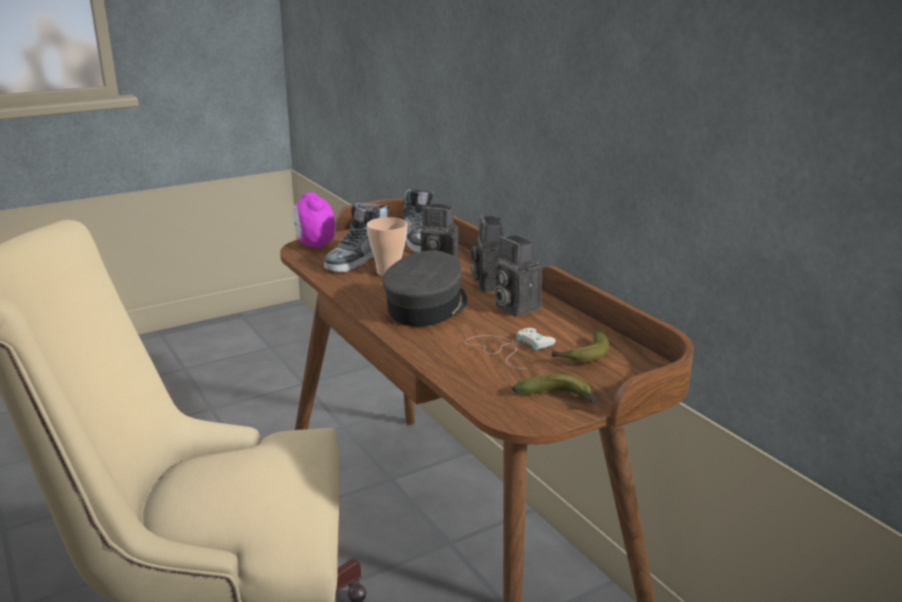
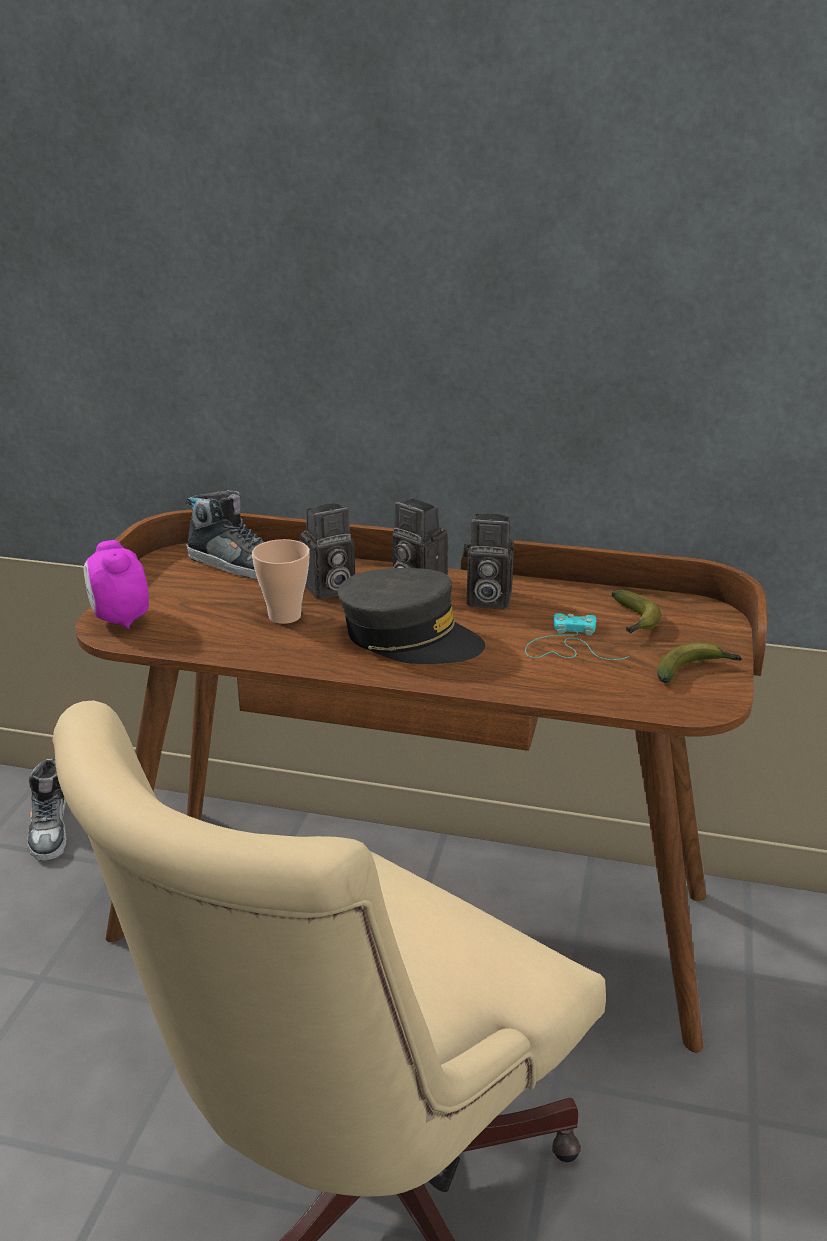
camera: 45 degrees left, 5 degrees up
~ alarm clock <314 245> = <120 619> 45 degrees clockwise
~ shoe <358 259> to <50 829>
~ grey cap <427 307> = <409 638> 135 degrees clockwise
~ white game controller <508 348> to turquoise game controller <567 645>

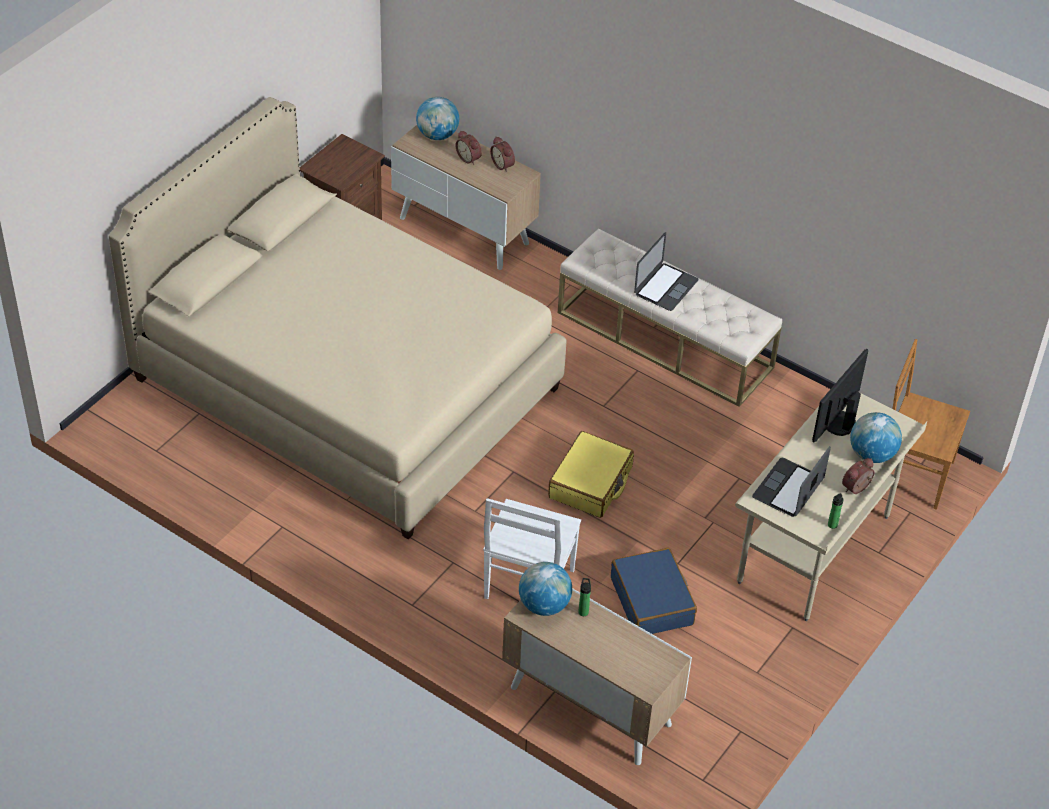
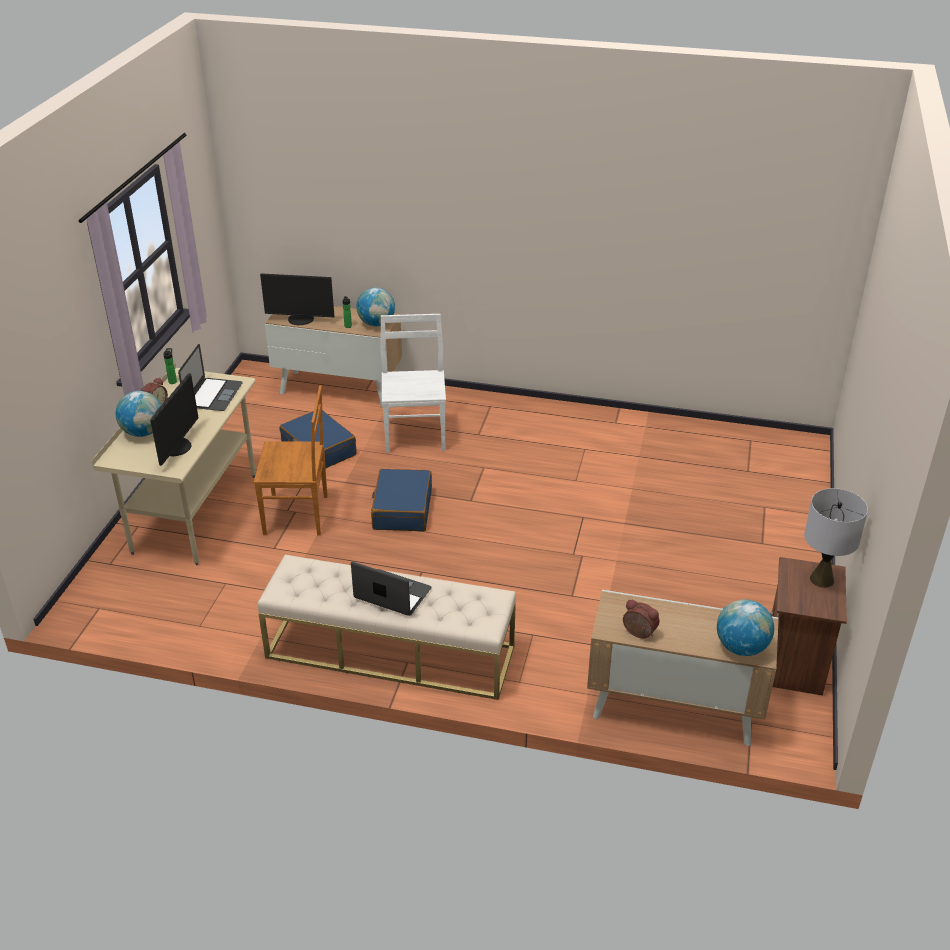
camera: 160 degrees right, 10 degrees down
- beige bed <347 384>
- alarm clock <469 158>
~ laptop <666 287> = <392 593> 105 degrees clockwise
~ brown chair <912 474> to <298 515>
~ yellow suitcase <591 483> to blue suitcase <402 509>
+ monitor <300 319>
+ grey table lamp <822 579>

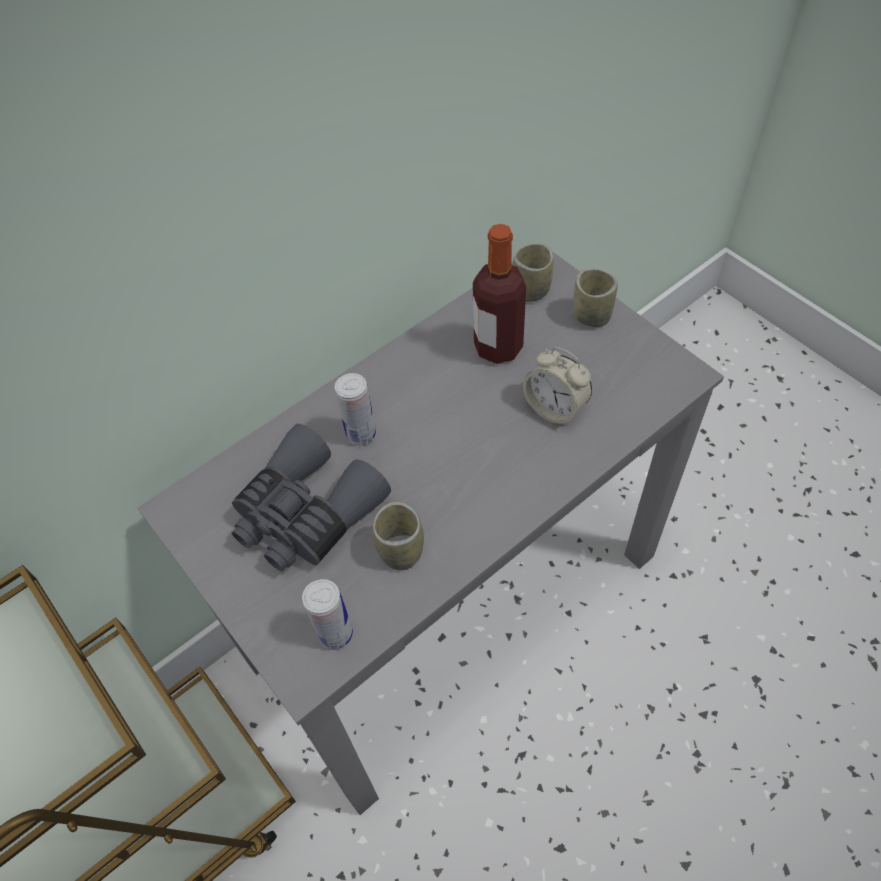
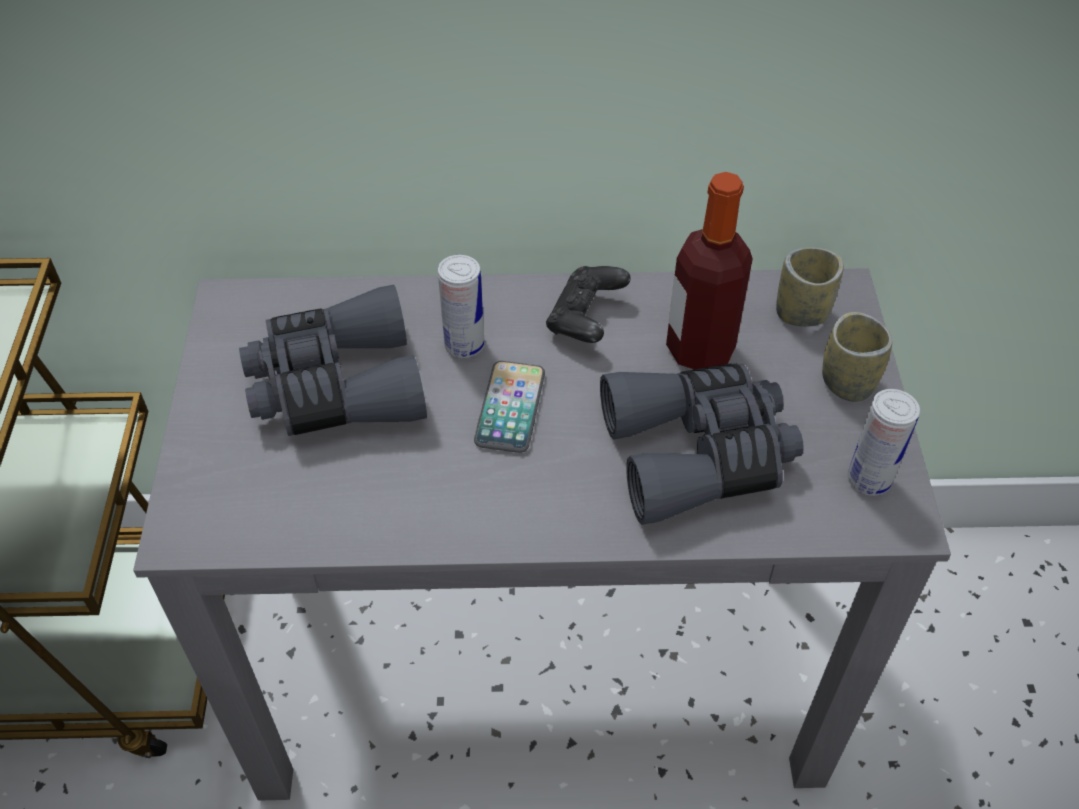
camera: 35 degrees right, 5 degrees down
~ alarm clock <555 408> to grey binoculars <698 453>
- cup <401 551>
~ can <336 634> to <869 479>
+ black game controller <586 319>
+ phone <510 408>

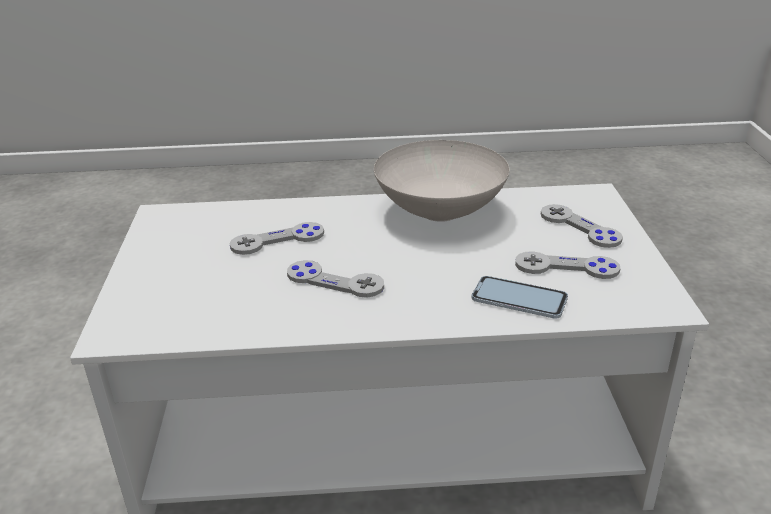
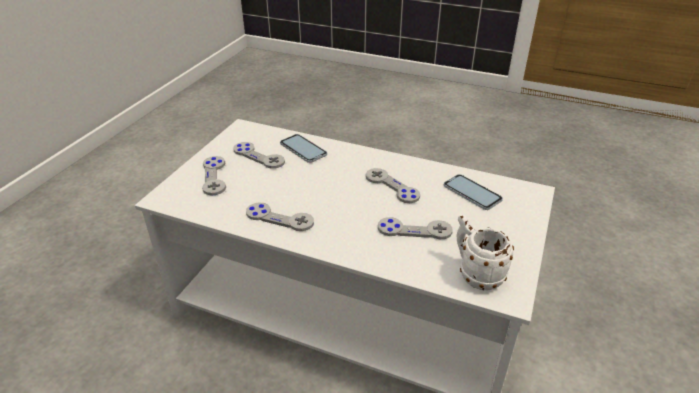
camera: 155 degrees left, 5 degrees up
~ white bowl <442 211> to grey game controller <279 218>
+ phone <472 193>
+ white mug <475 273>

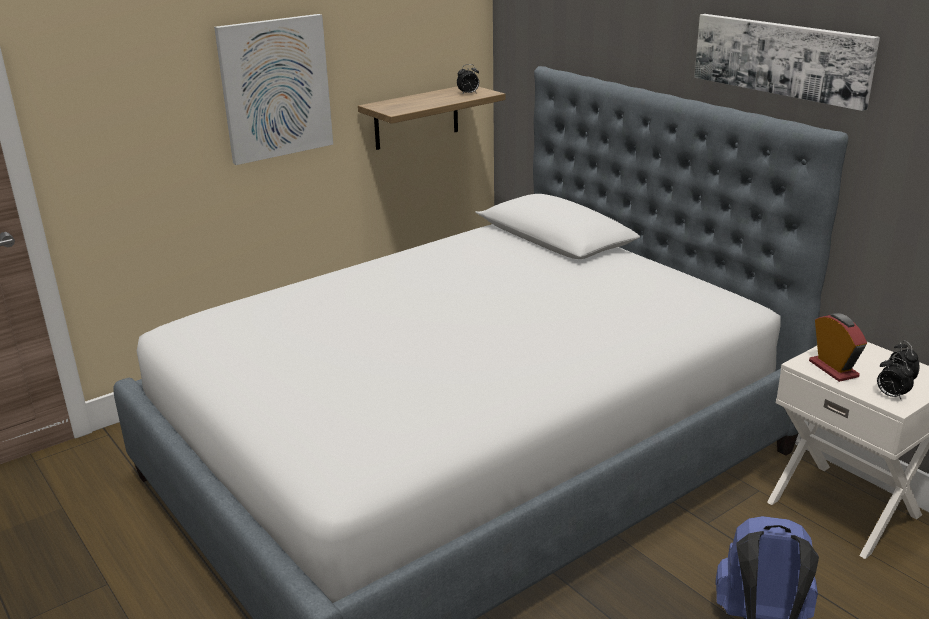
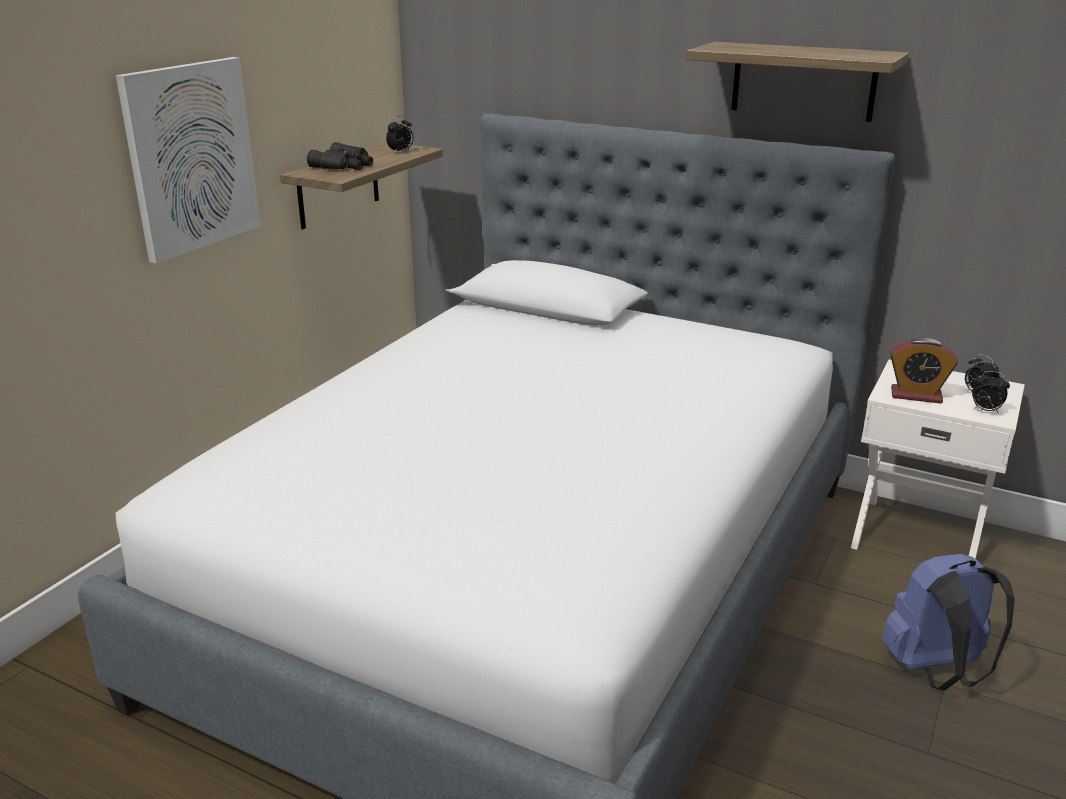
camera: 25 degrees left, 0 degrees up
~ picture <781 58> to shelf <803 81>
~ alarm clock <833 369> = <916 395> 150 degrees clockwise
+ black binoculars <345 166>

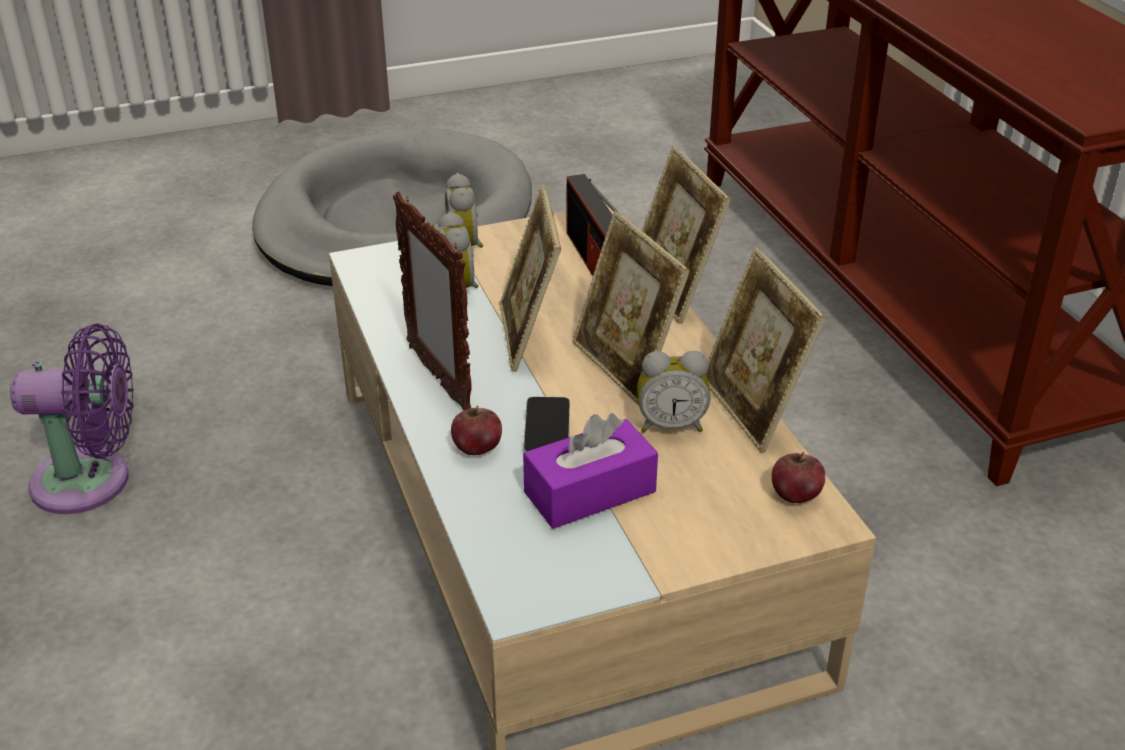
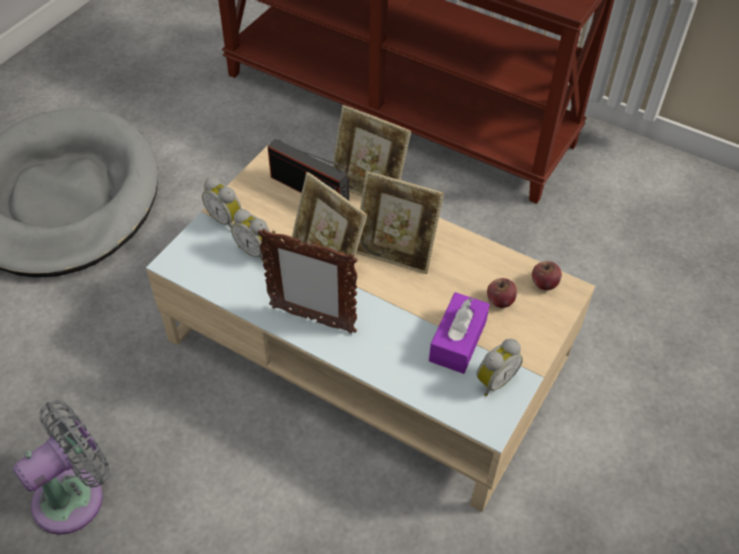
camera: 40 degrees left, 15 degrees up
- picture frame <752 410>
~ purple fan <91 482> to grey fan <75 496>
~ alarm clock <671 425> to <493 380>
- phone <547 427>
~ apple <477 448> to <500 301>

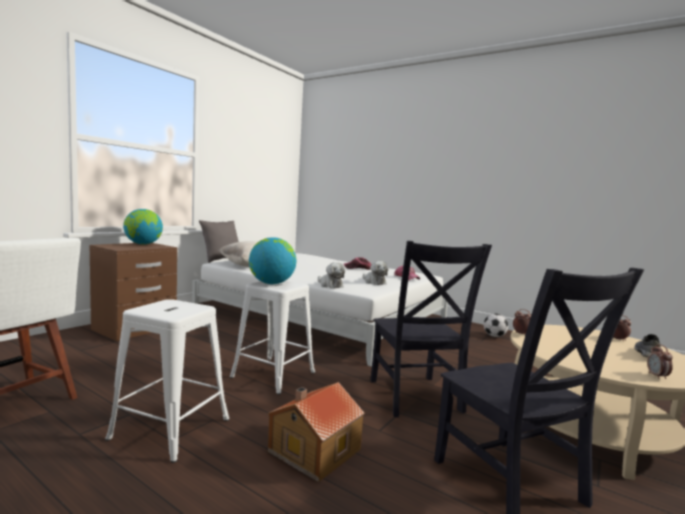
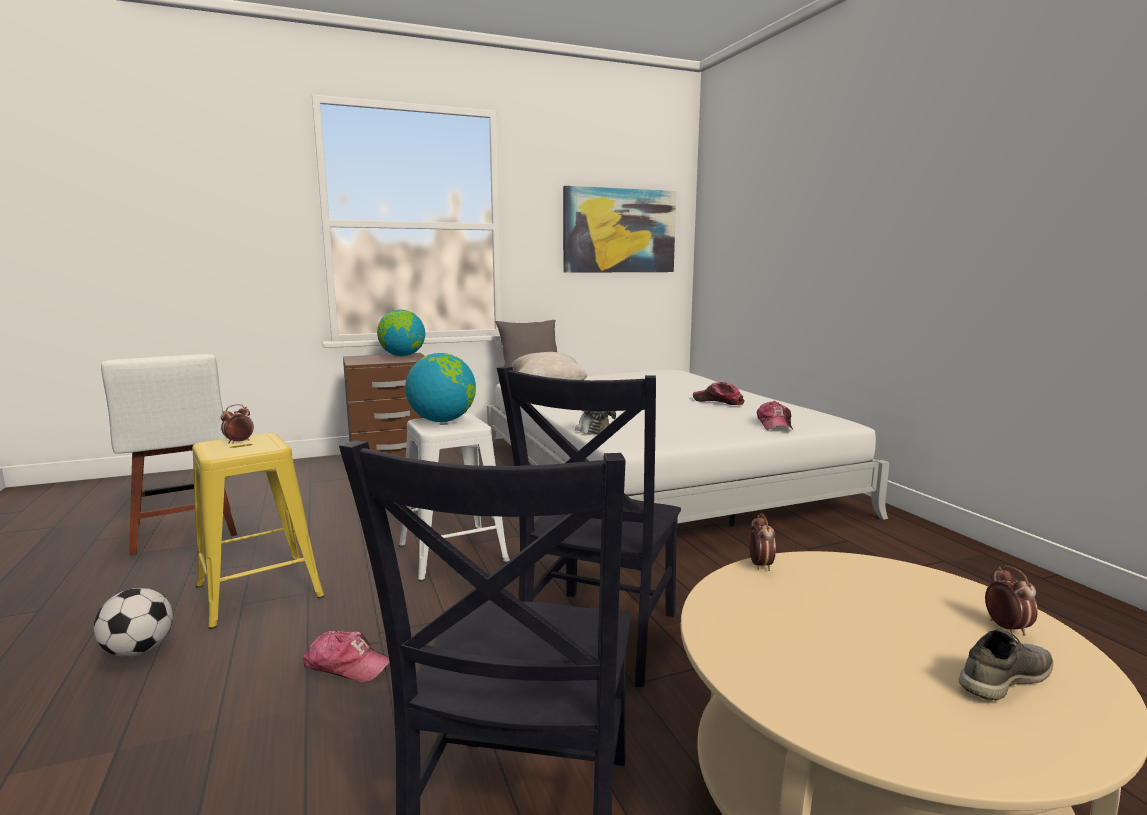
camera: 35 degrees right, 5 degrees up
- plush toy <374 282>
~ white stool <170 429> to yellow stool <258 591>
~ football <494 336> to <139 651>
~ alarm clock <657 376> to <239 442>
~ toy house <312 450> to cap <347 665>
+ picture <619 231>

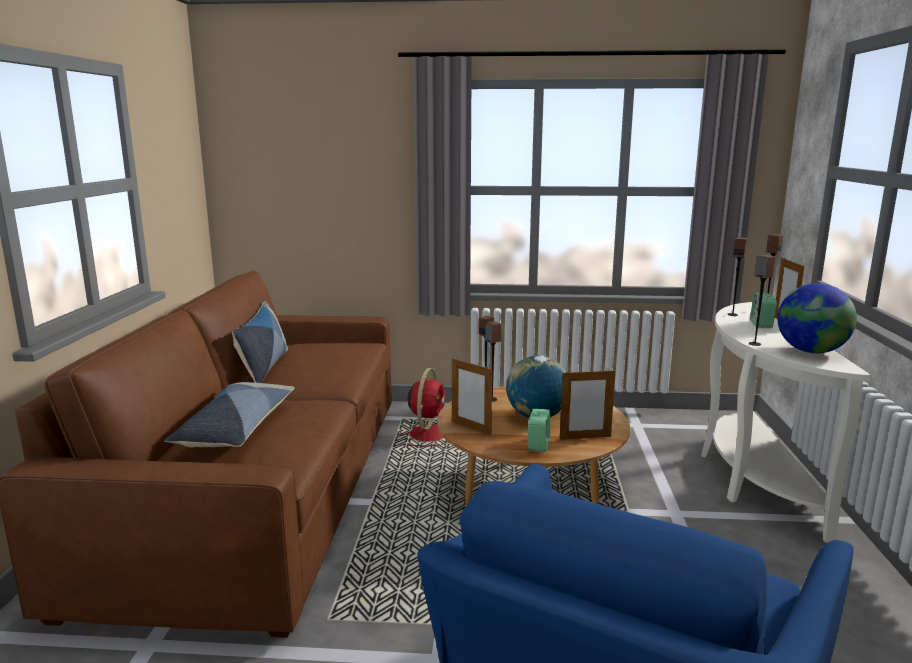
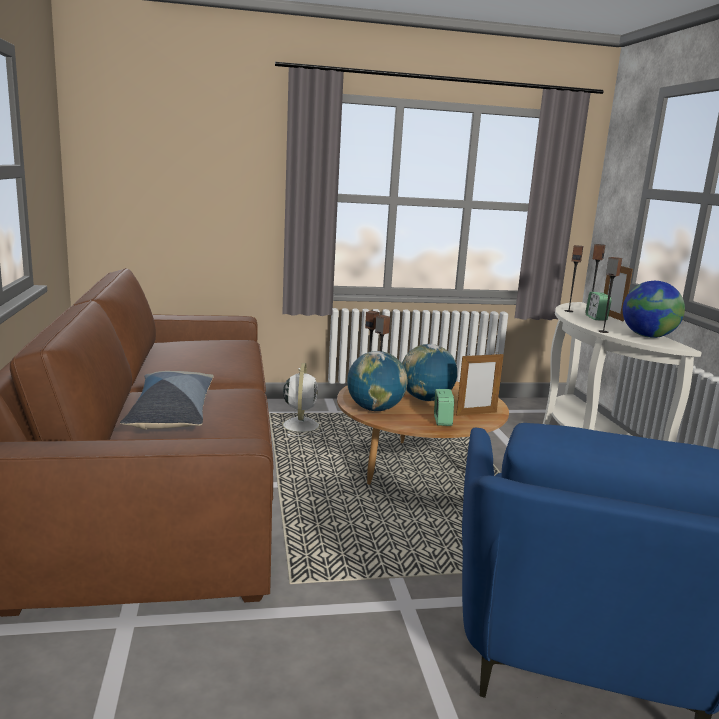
camera: 15 degrees left, 0 degrees up
- pillow <264 367>
~ picture frame <471 427> to globe <375 409>
~ red fan <428 433> to white fan <301 425>

